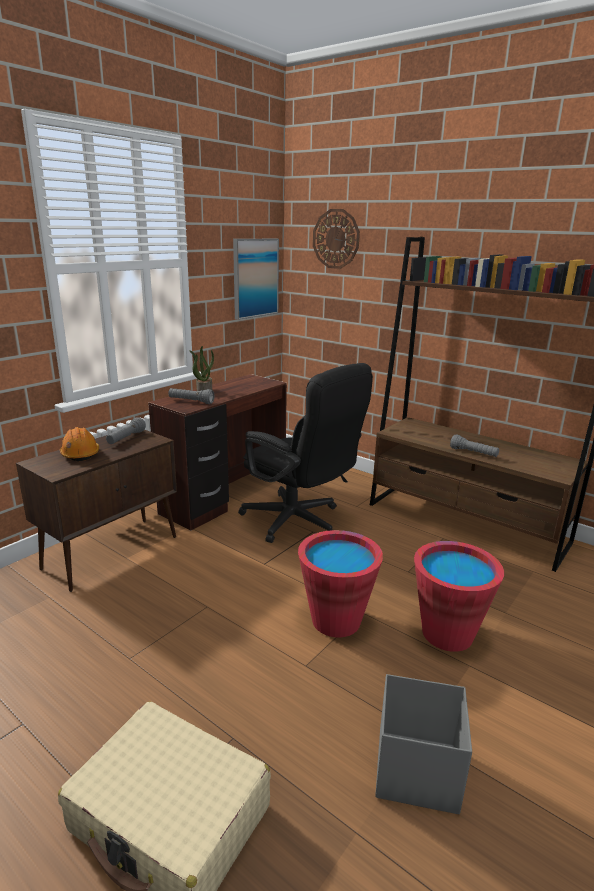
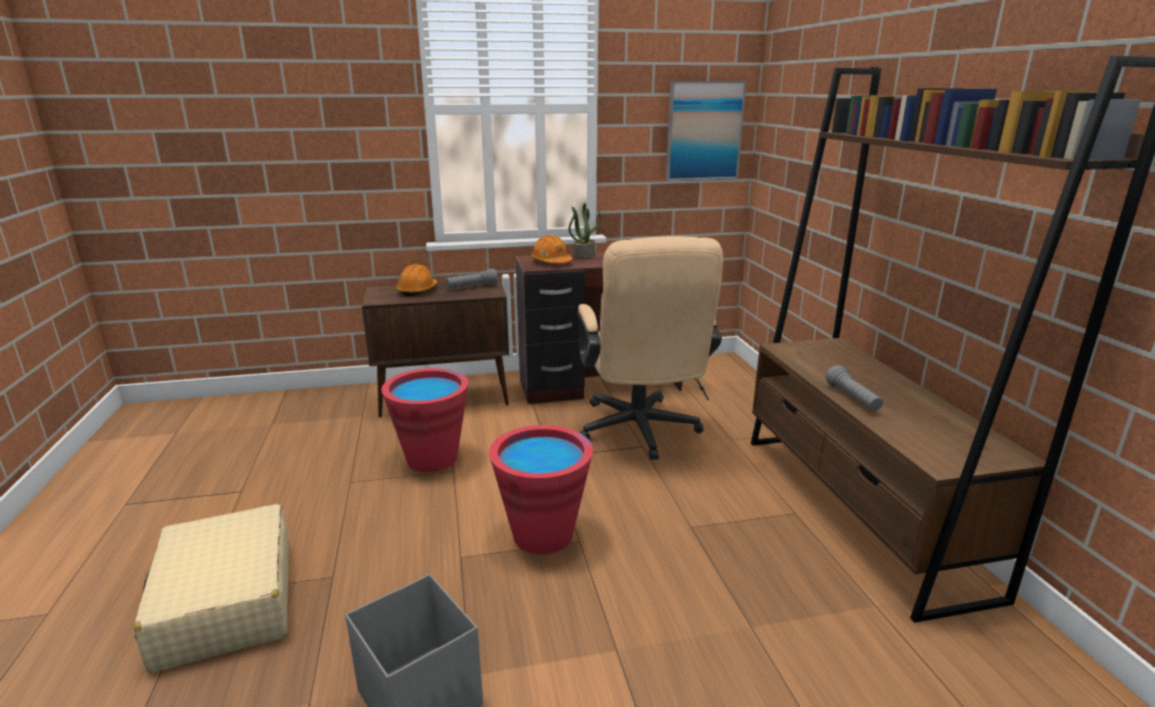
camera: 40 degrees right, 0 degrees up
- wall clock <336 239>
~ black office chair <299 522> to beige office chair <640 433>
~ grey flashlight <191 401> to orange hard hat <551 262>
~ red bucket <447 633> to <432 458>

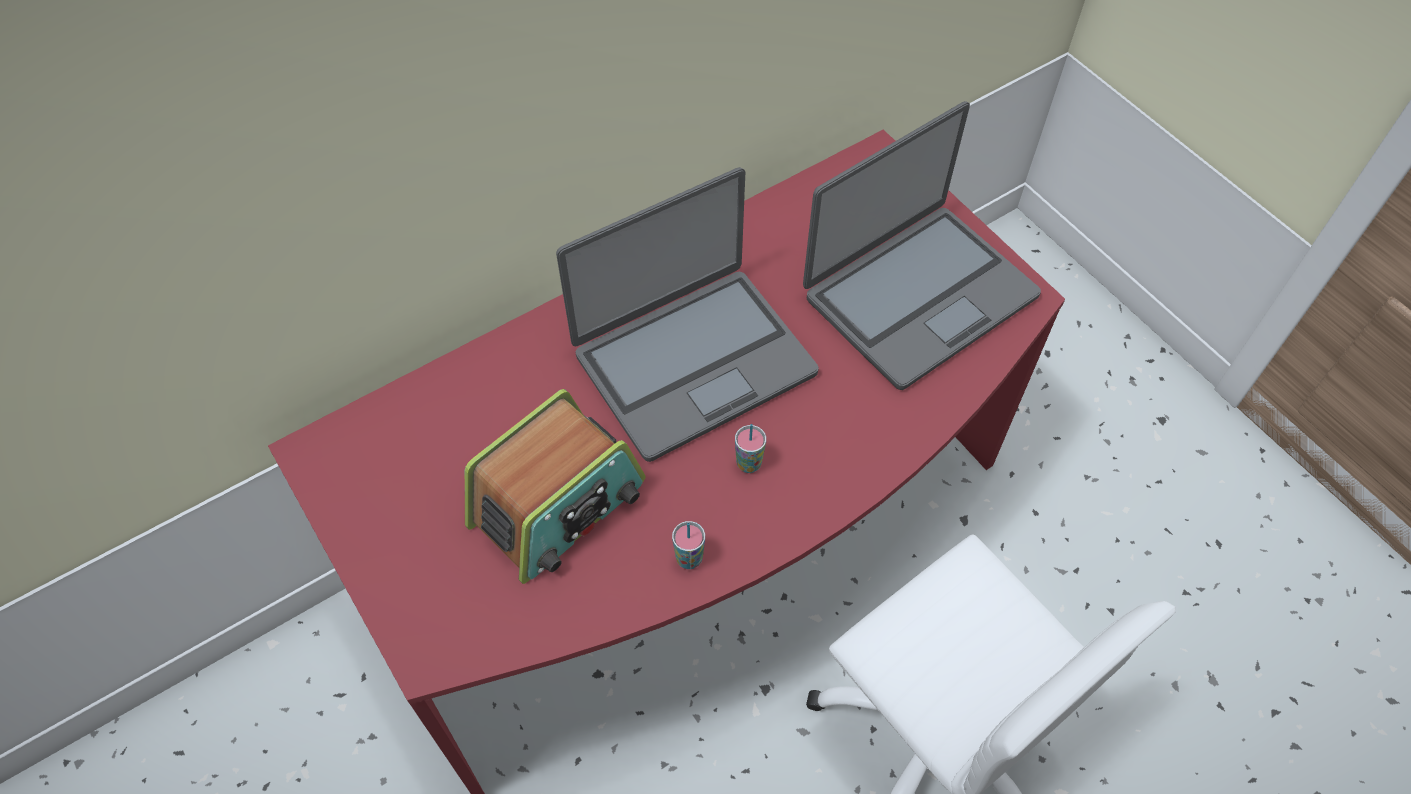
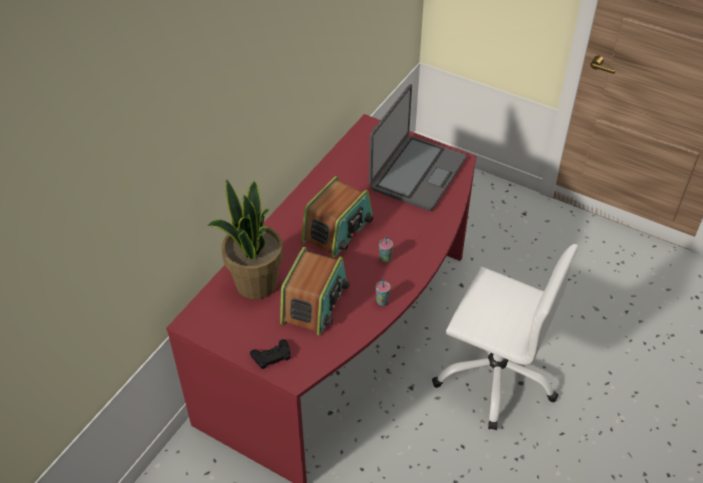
camera: 25 degrees left, 10 degrees down
~ laptop <693 362> to radio <338 229>
+ potted plant <255 283>
+ black game controller <271 356>

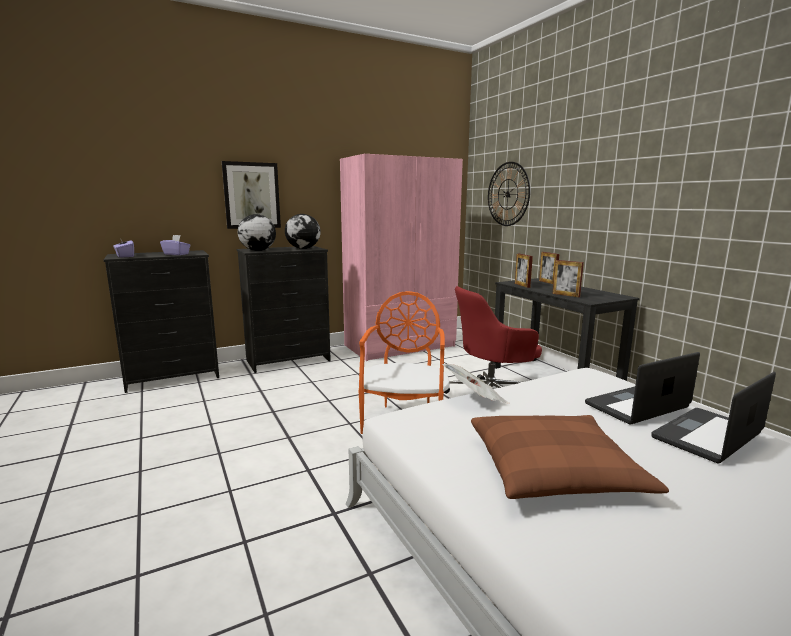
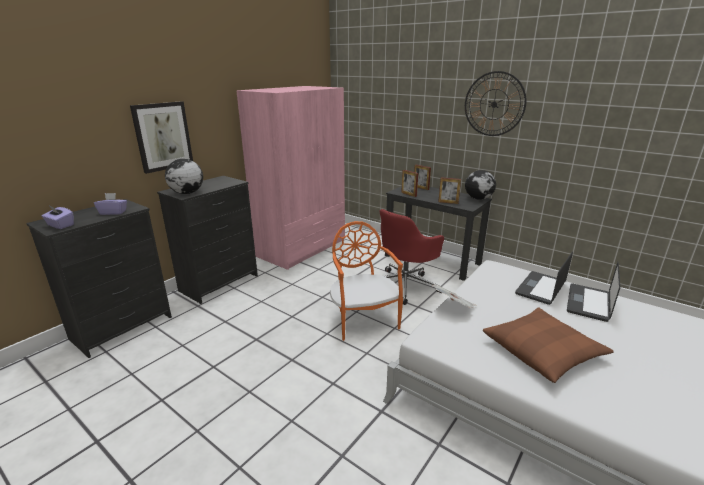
camera: 25 degrees left, 10 degrees up
~ wall clock <508 194> to <494 104>
~ globe <303 248> to <478 199>

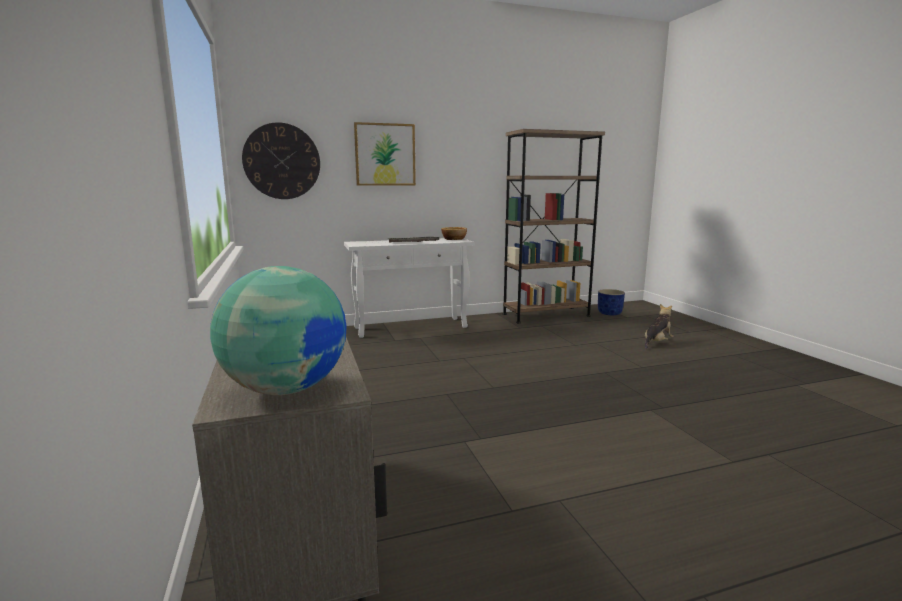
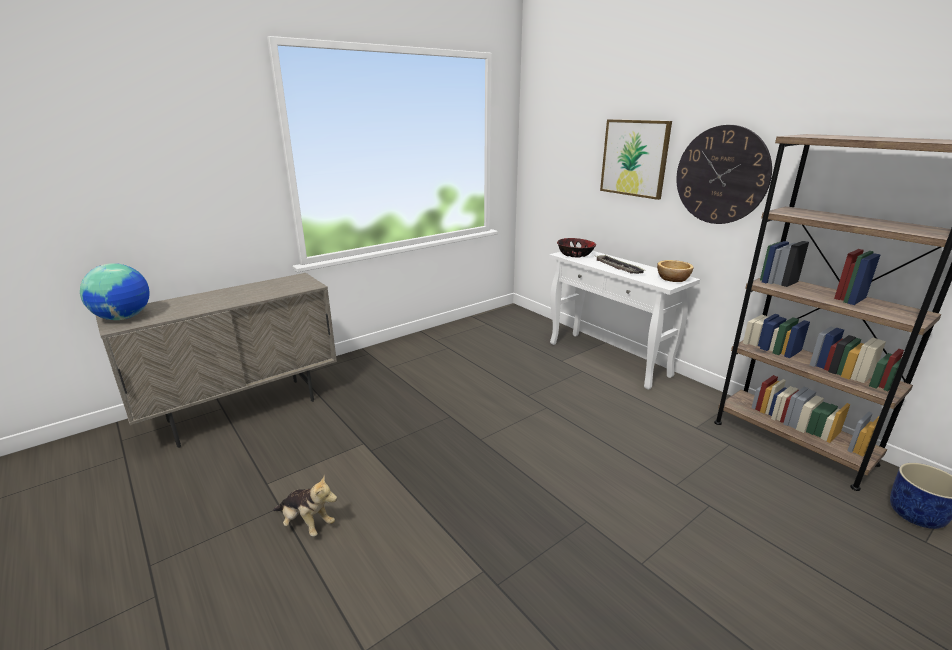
camera: 70 degrees right, 10 degrees up
~ wall clock <282 161> to <721 175>
~ plush toy <657 343> to <306 524>
+ bowl <575 254>

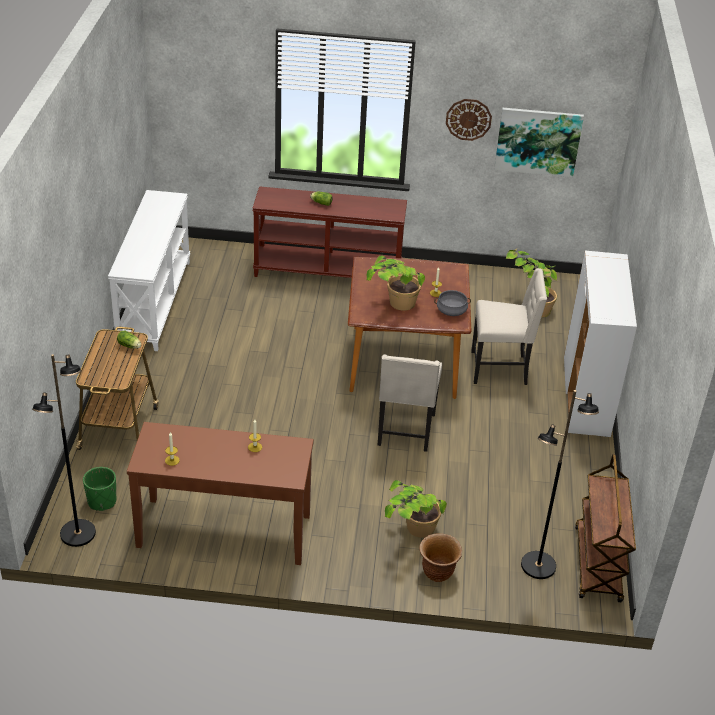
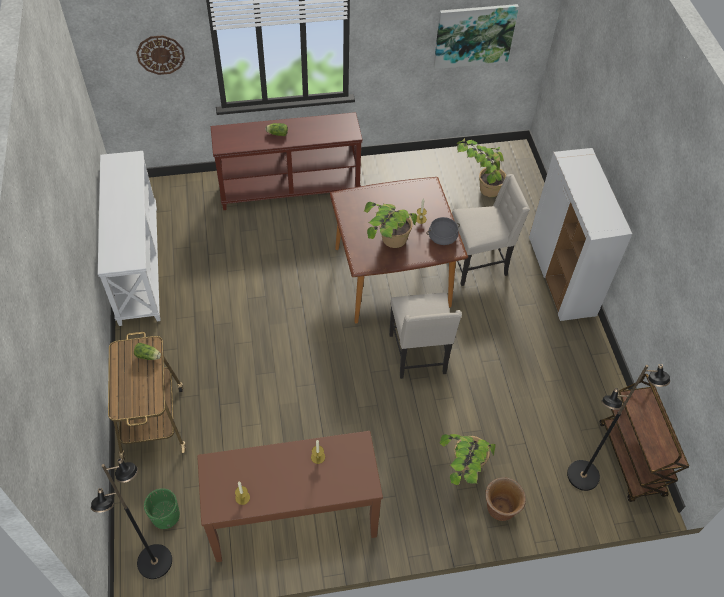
camera: 15 degrees left, 15 degrees up
~ wall clock <468 119> to <160 54>

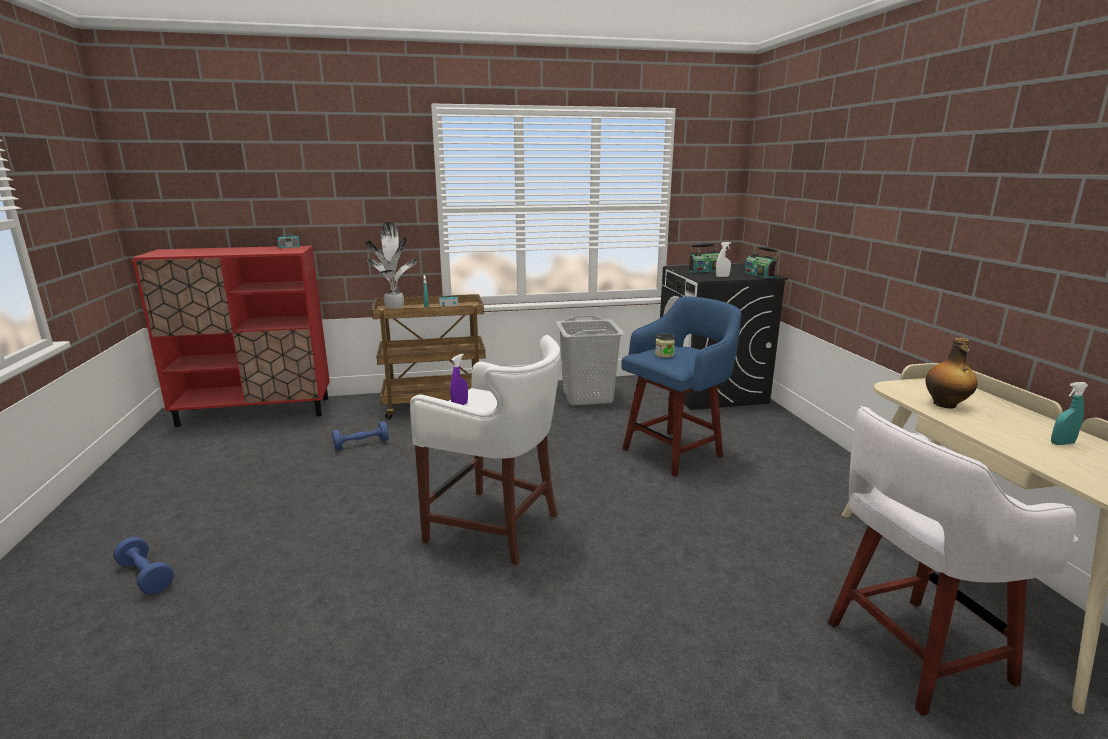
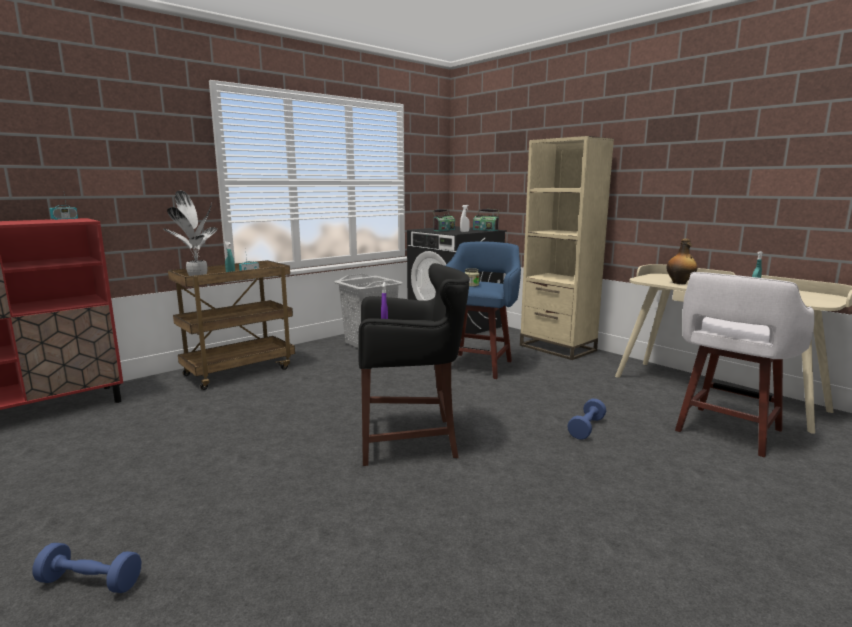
camera: 30 degrees left, 5 degrees down
~ white stool <497 527> to black stool <412 439>
~ blue dumbbell <361 444> to <586 428>
+ beige bookcase <557 348>

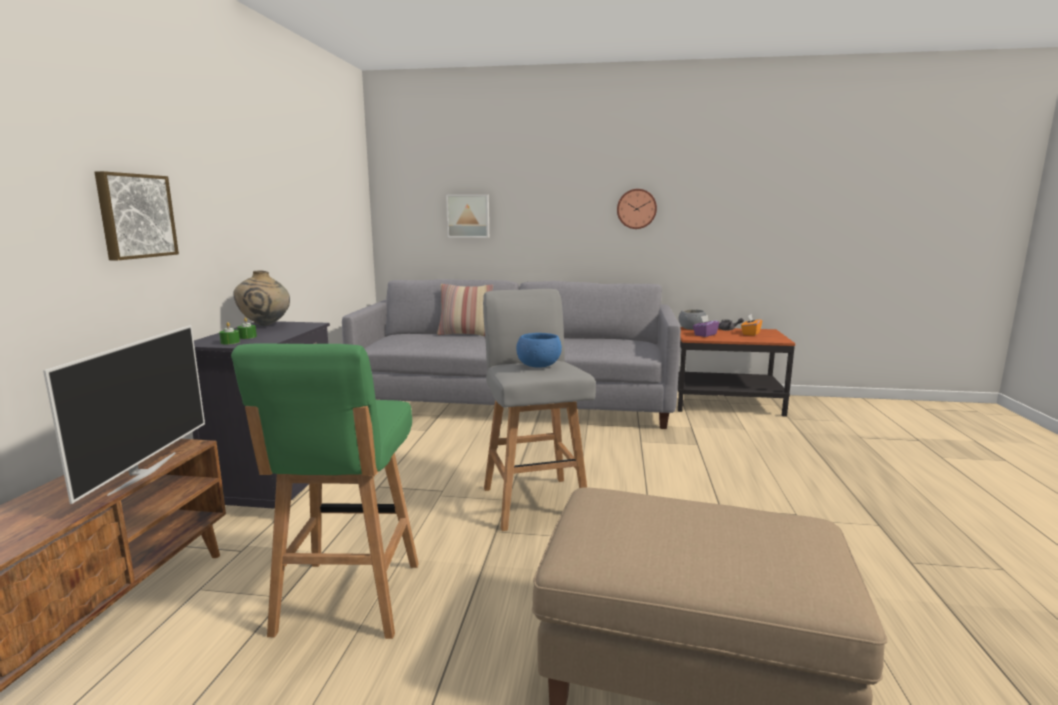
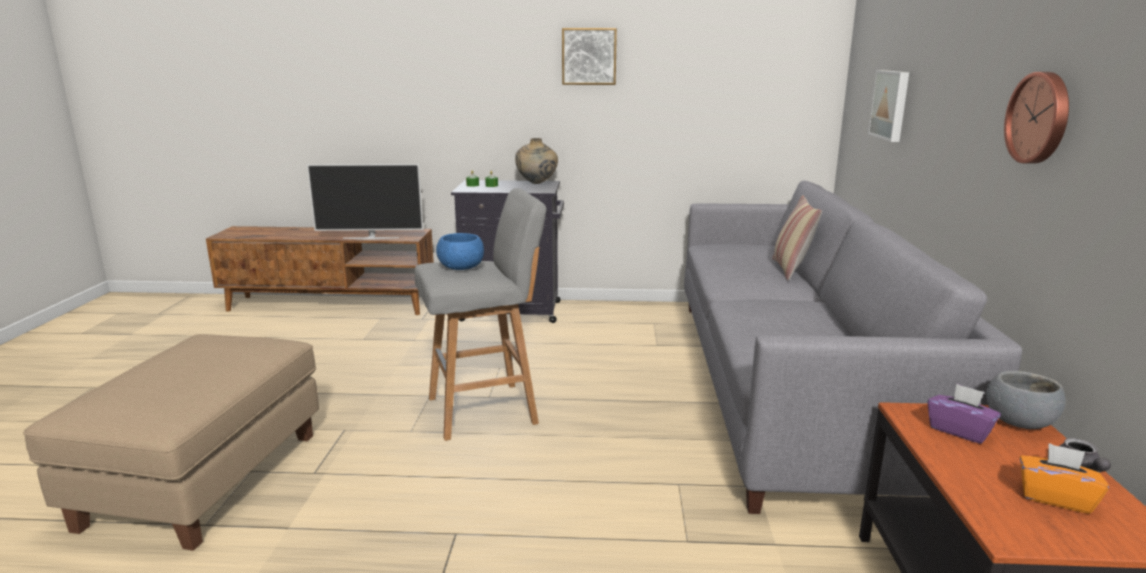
camera: 85 degrees right, 5 degrees up
~ picture <135 216> to <589 56>
- green stool <347 600>

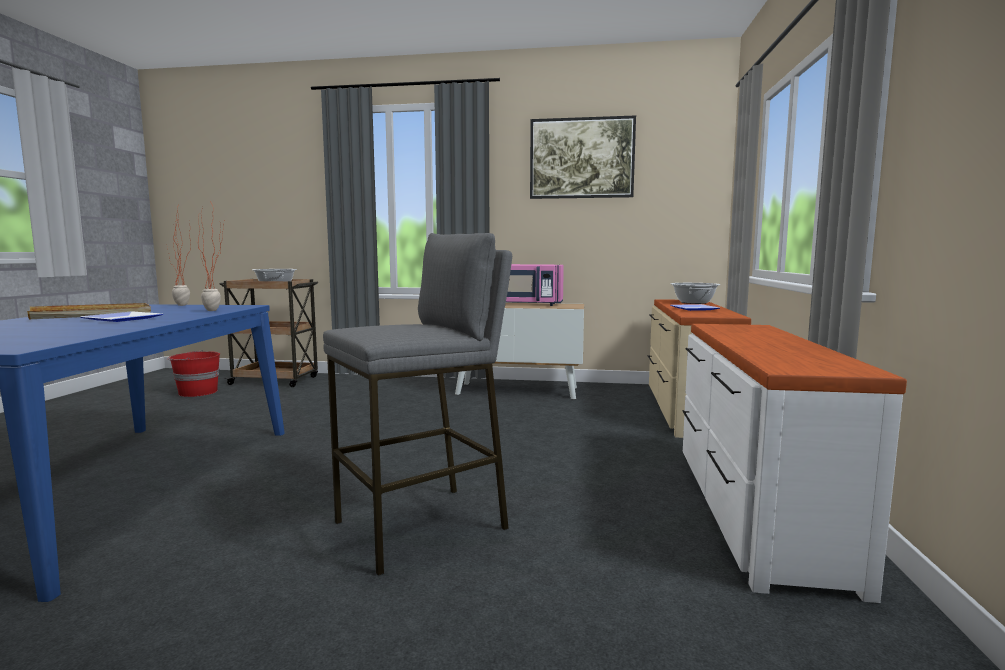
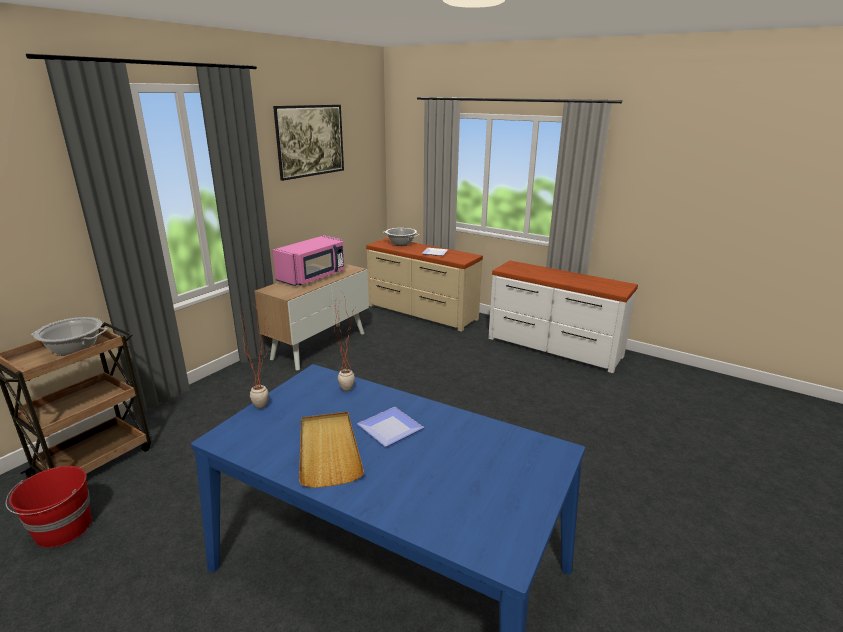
camera: 65 degrees left, 15 degrees up
- grey stool <422 526>

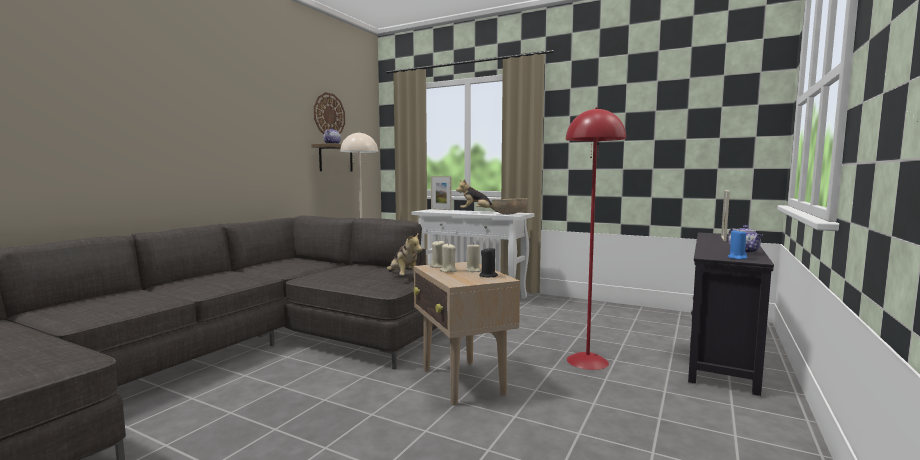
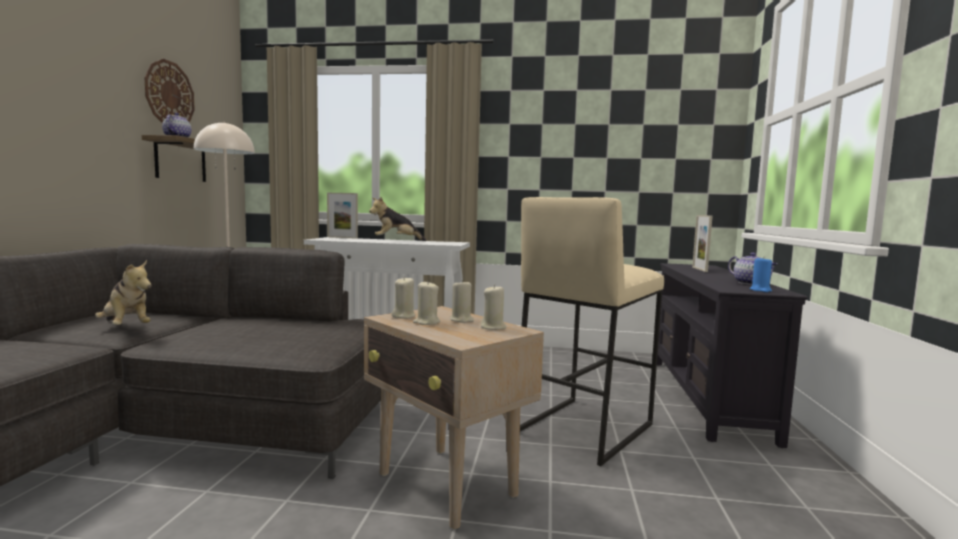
camera: 20 degrees left, 0 degrees up
~ red floor lamp <587 361> to beige stool <583 427>
- brown bowl <509 214>
~ plush toy <403 277> to <126 328>
~ black candle <488 276> to beige candle <493 327>

